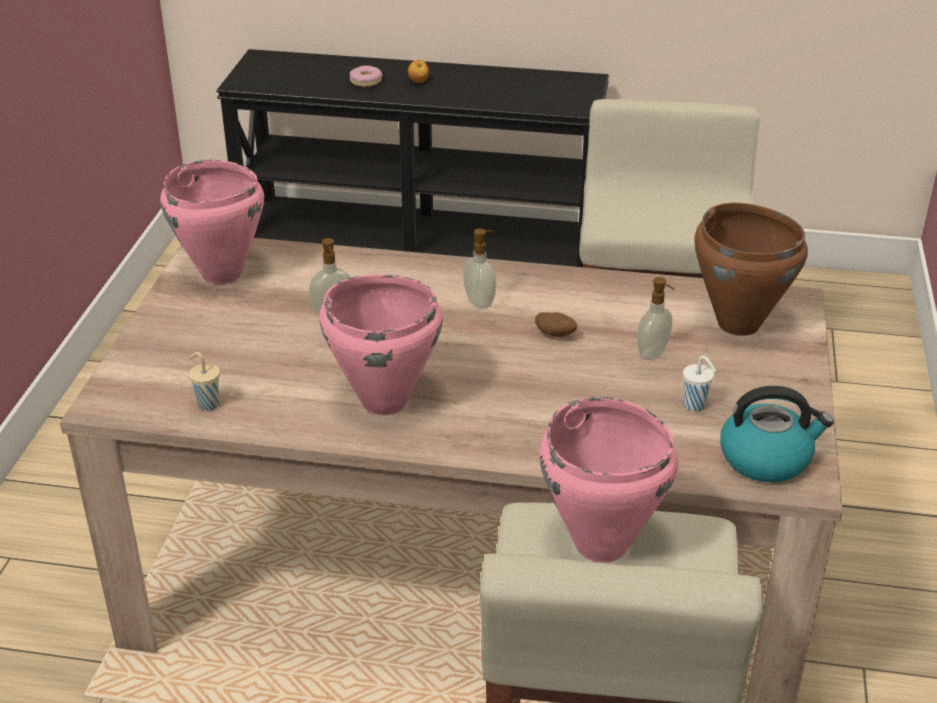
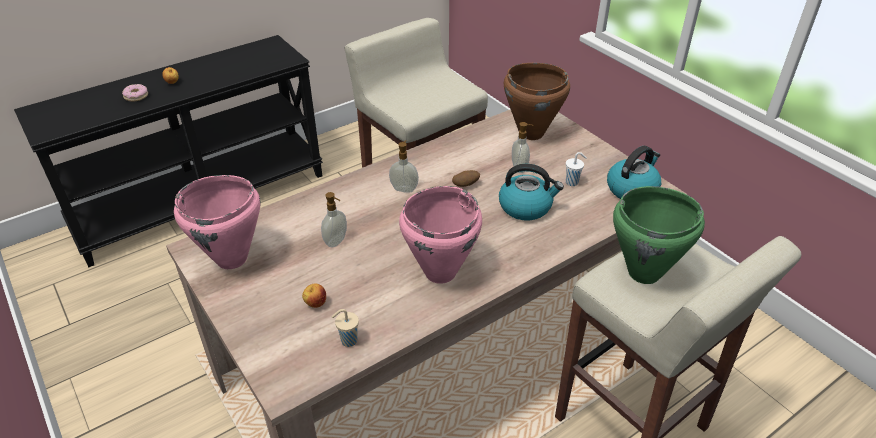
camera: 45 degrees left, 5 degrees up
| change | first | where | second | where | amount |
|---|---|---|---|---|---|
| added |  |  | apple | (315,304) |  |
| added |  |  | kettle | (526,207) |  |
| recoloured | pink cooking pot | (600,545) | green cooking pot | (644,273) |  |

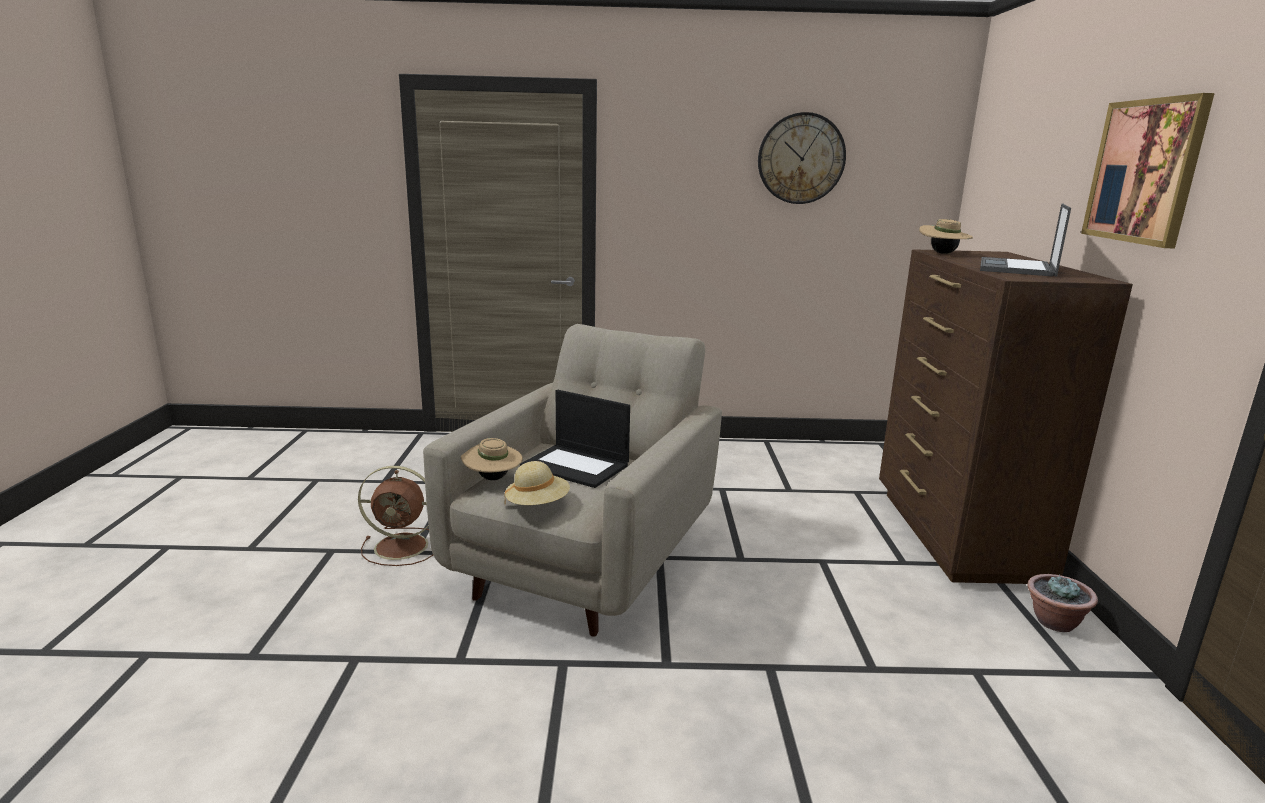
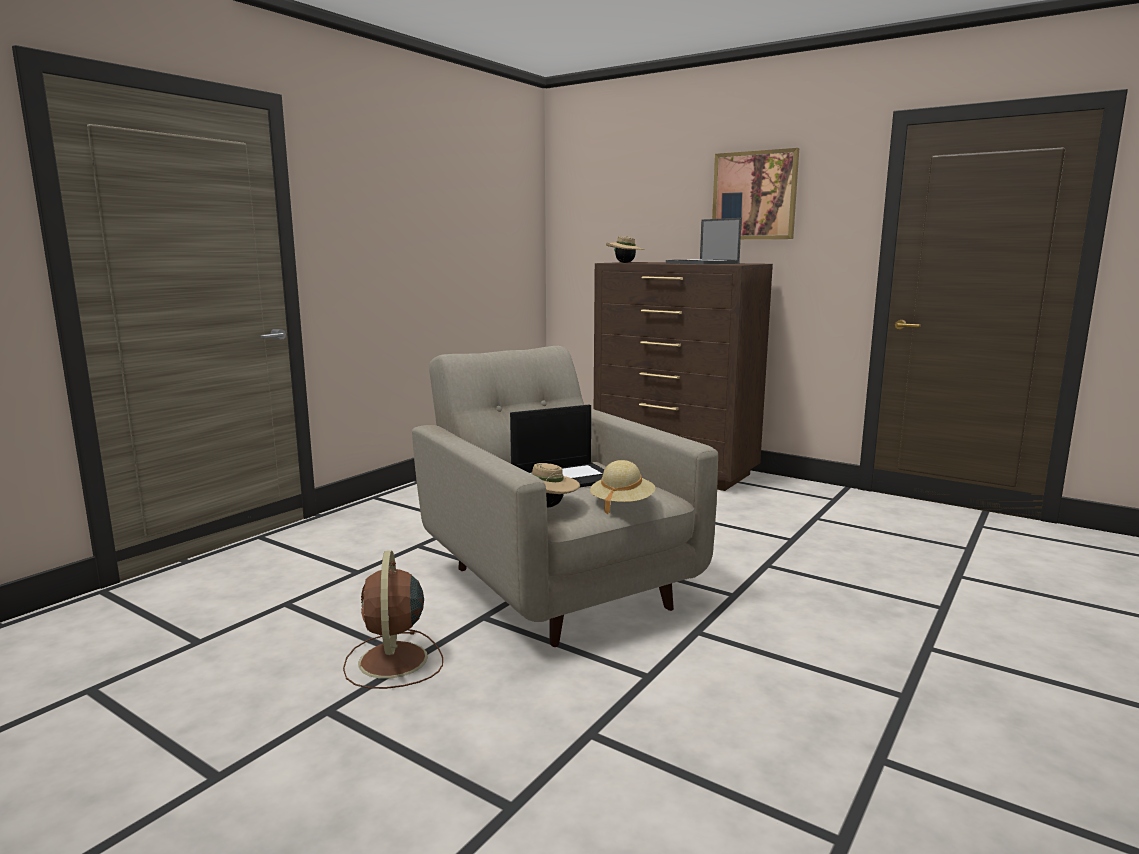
camera: 55 degrees left, 5 degrees down
| change | first | where | second | where | amount |
|---|---|---|---|---|---|
| turned | brown fan | (404,546) |  | (393,662) | 135 degrees clockwise |
| removed | wall clock | (801,158) |  |  |  |
| removed | potted plant | (1054,622) |  |  |  |

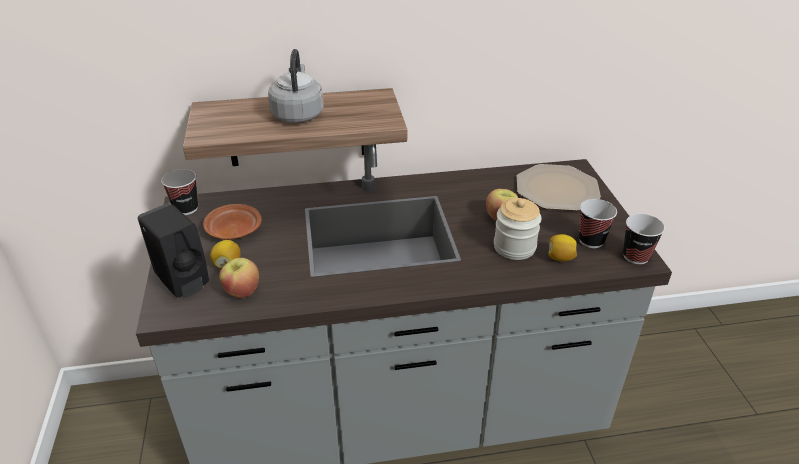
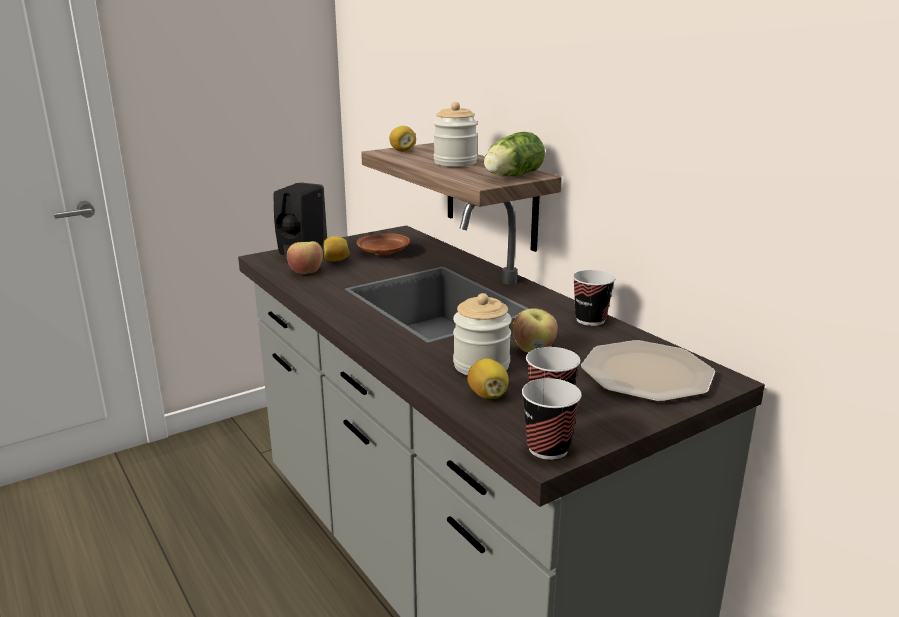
camera: 65 degrees right, 15 degrees down
| change | first | where | second | where | amount |
|---|---|---|---|---|---|
| added |  |  | lemon | (402,151) |  |
| replaced | grey kettle | (298,114) | jar | (455,162) |  |
| added |  |  | lettuce | (511,176) |  |
| moved | cup | (186,208) |  | (590,320) |  |

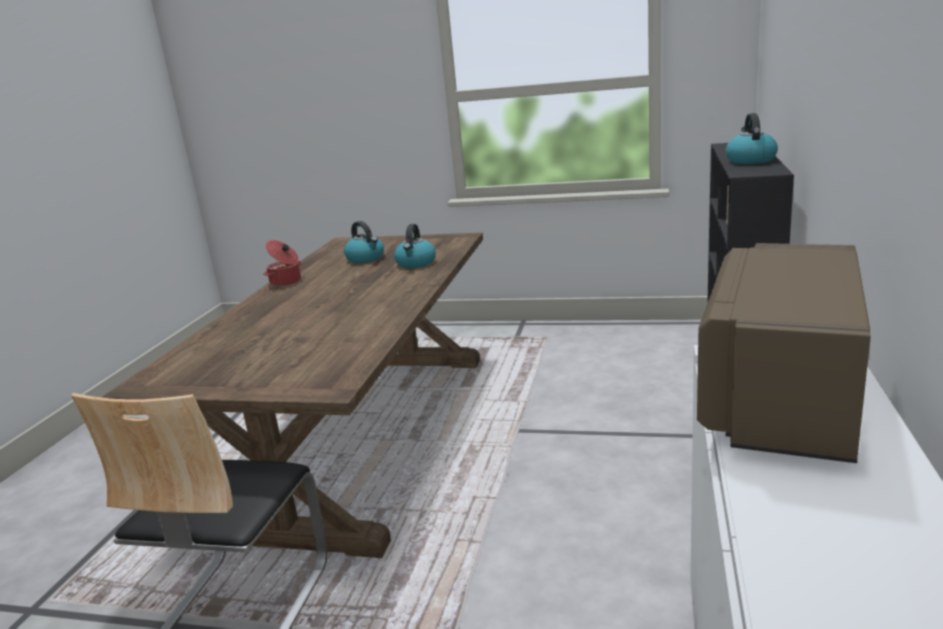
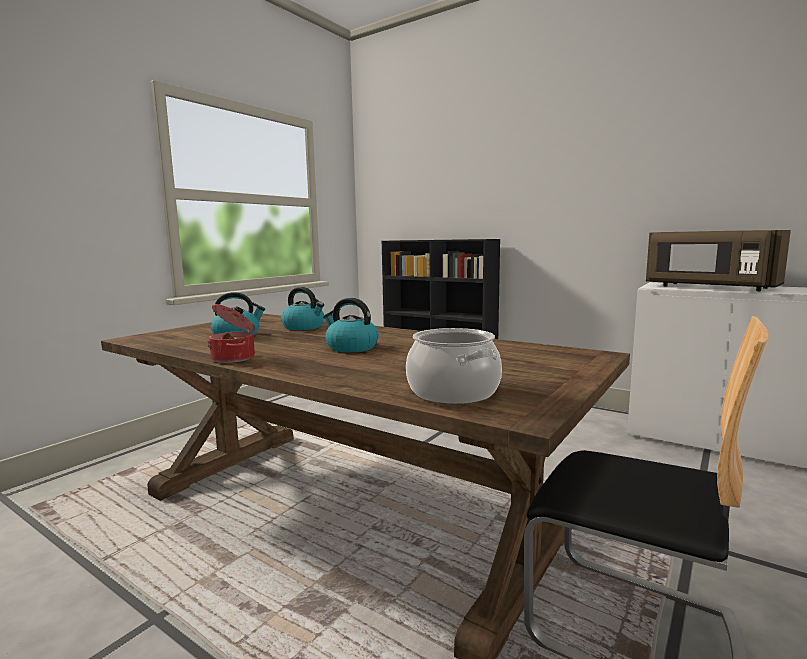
camera: 70 degrees left, 10 degrees down
| change | first | where | second | where | amount |
|---|---|---|---|---|---|
| moved | kettle | (750,160) |  | (351,347) |  |
| added |  |  | cooking pot | (452,392) |  |

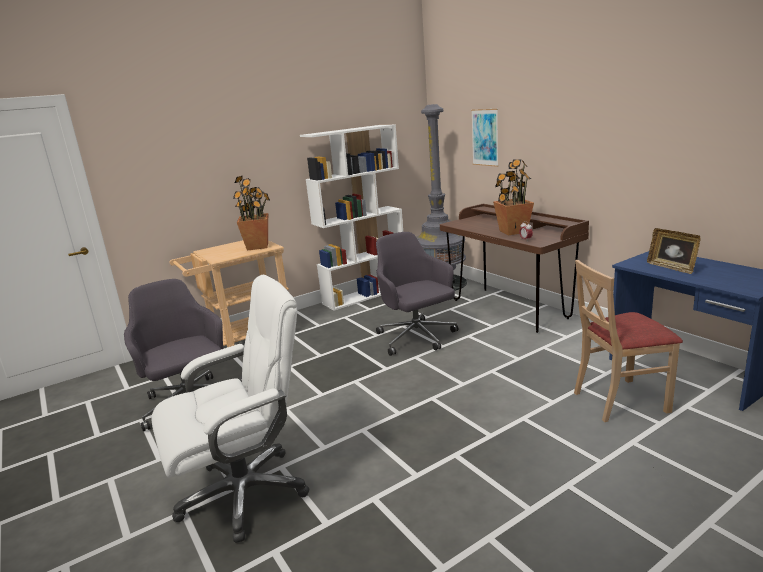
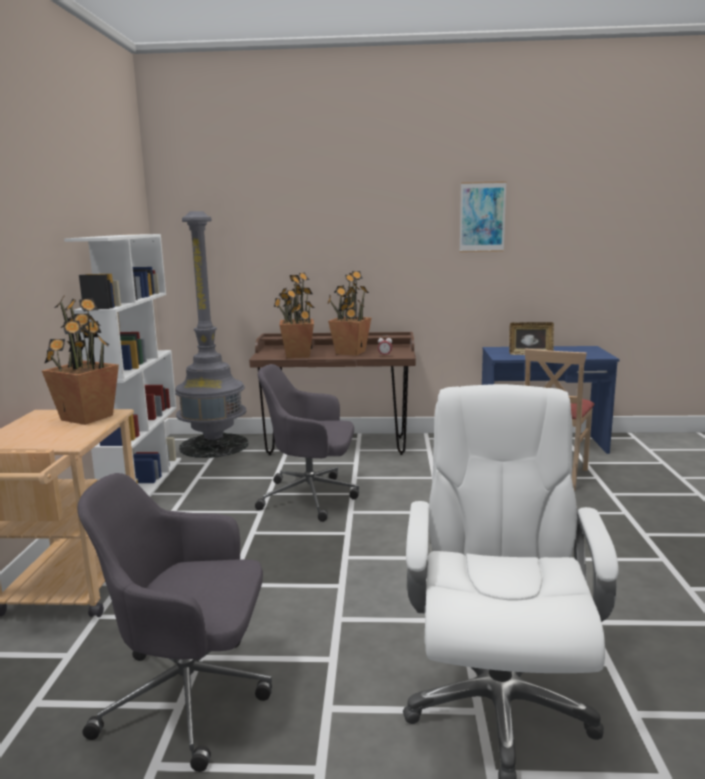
camera: 55 degrees left, 5 degrees down
| change | first | where | second | where | amount |
|---|---|---|---|---|---|
| added |  |  | potted plant | (297,355) |  |
| moved | picture | (485,137) |  | (482,217) |  |

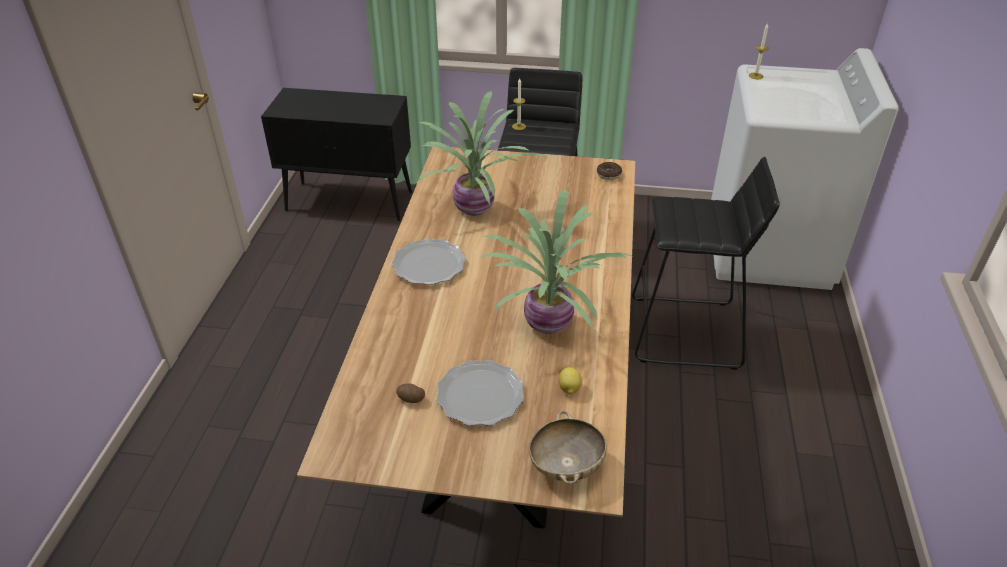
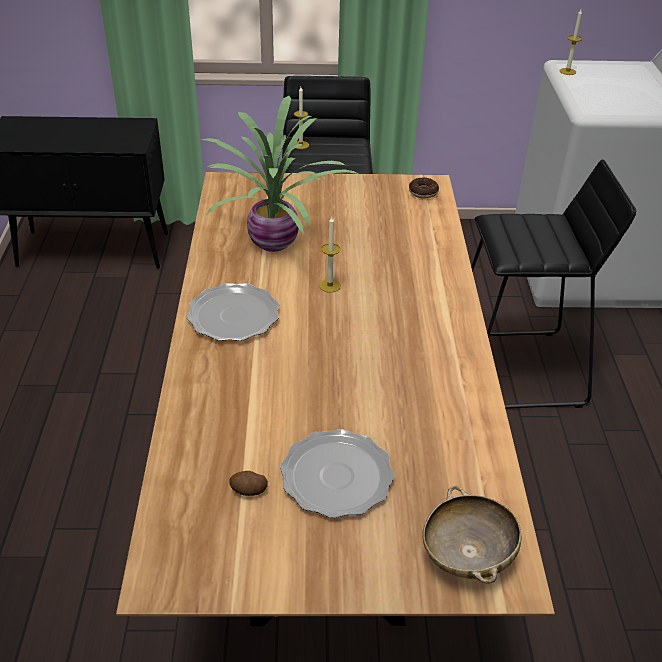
camera: 10 degrees left, 0 degrees up
| change | first | where | second | where | amount |
|---|---|---|---|---|---|
| added |  |  | candle | (330,285) |  |
| removed | potted plant | (551,324) |  |  |  |
| removed | lemon | (569,389) |  |  |  |

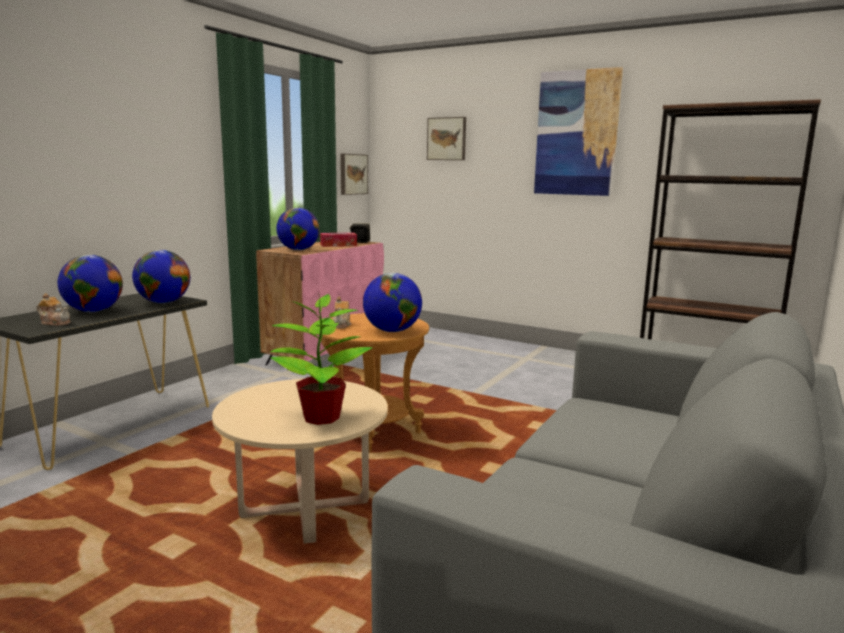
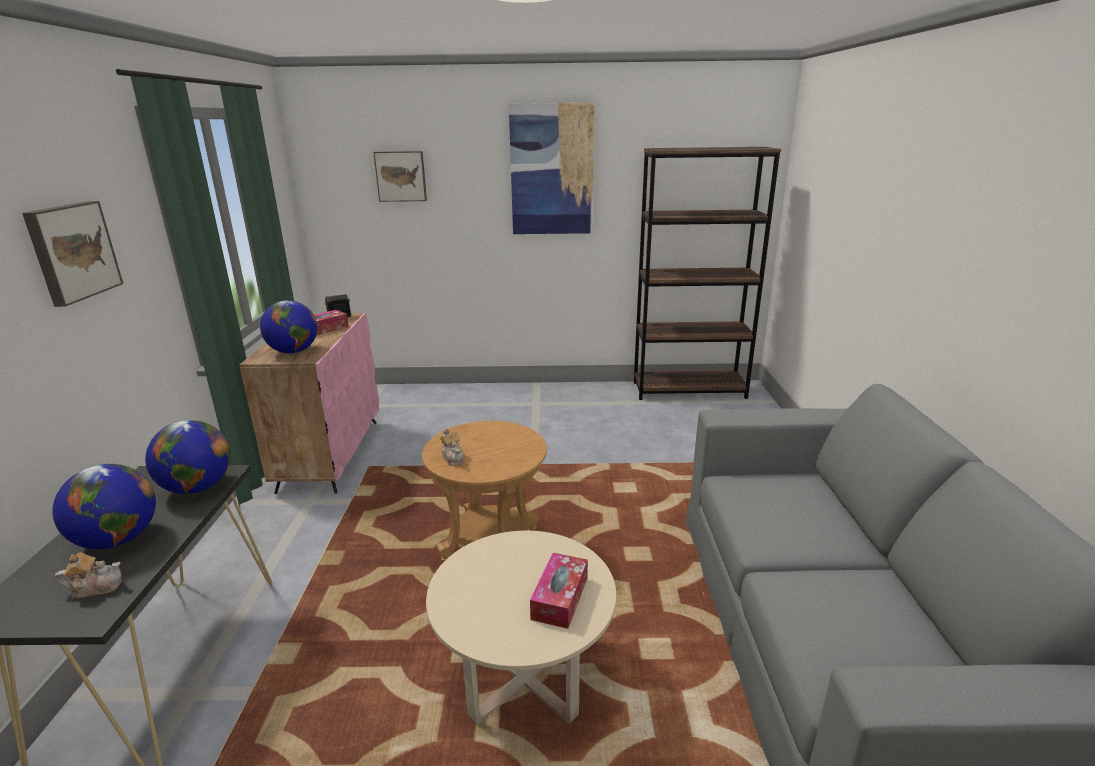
camera: 30 degrees left, 10 degrees up
| change | first | where | second | where | amount |
|---|---|---|---|---|---|
| moved | picture | (352,174) |  | (72,251) |  |
| replaced | potted plant | (320,418) | tissue box | (560,598) |  |
| removed | globe | (392,331) |  |  |  |

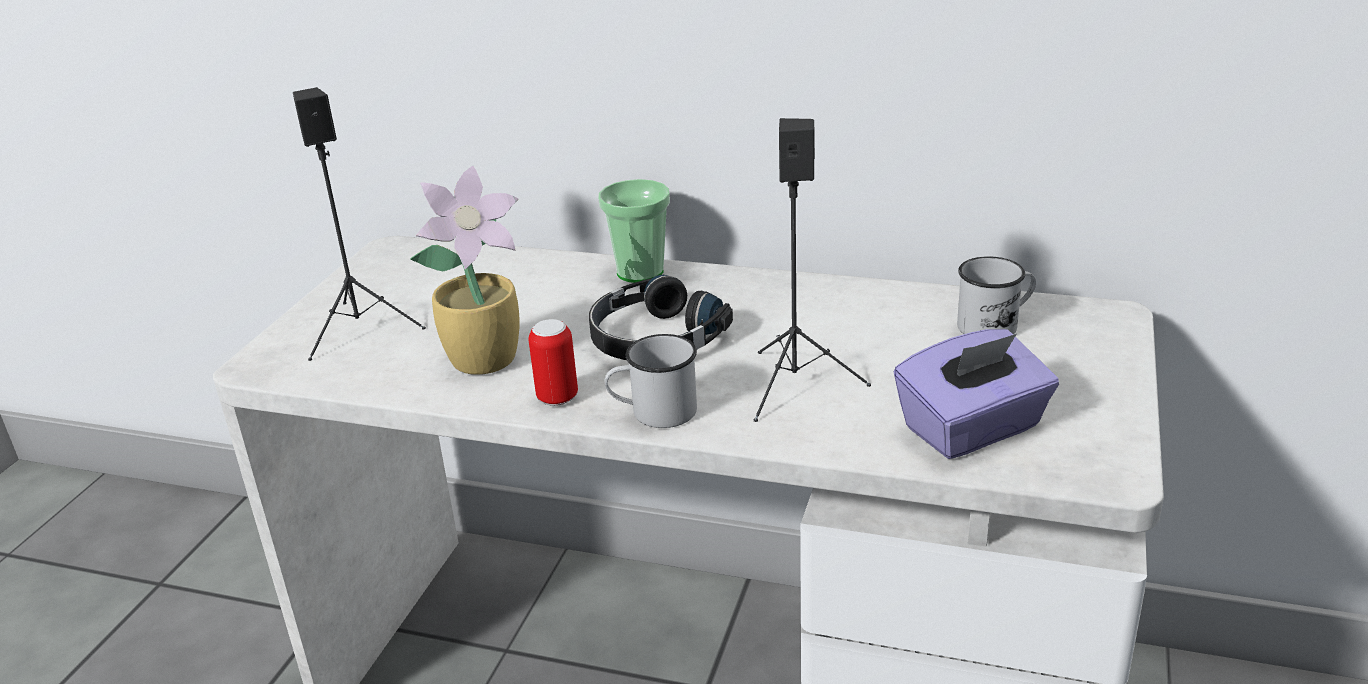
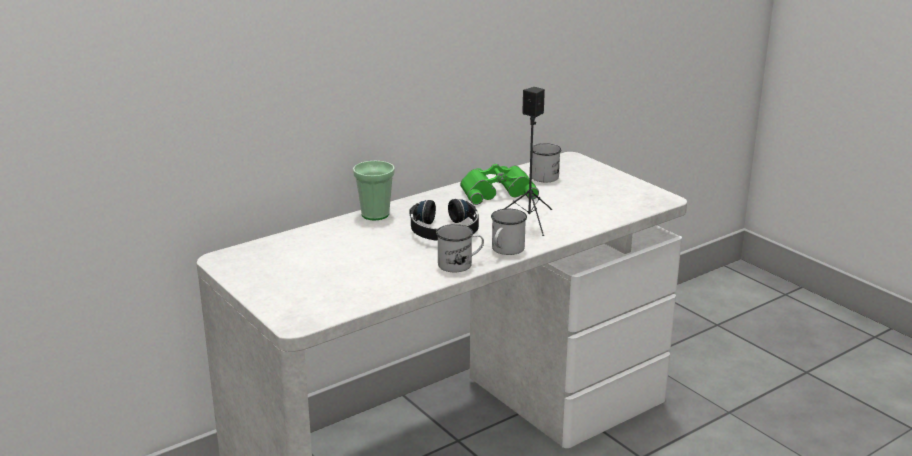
camera: 55 degrees left, 5 degrees down
| change | first | where | second | where | amount |
|---|---|---|---|---|---|
| replaced | can | (557,397) | white mug | (460,264) |  |
| added |  |  | green binoculars | (497,191) |  |
| removed | black speaker | (361,329) |  |  |  |
| removed | potted plant | (488,359) |  |  |  |
| removed | purple tissue box | (973,429) |  |  |  |

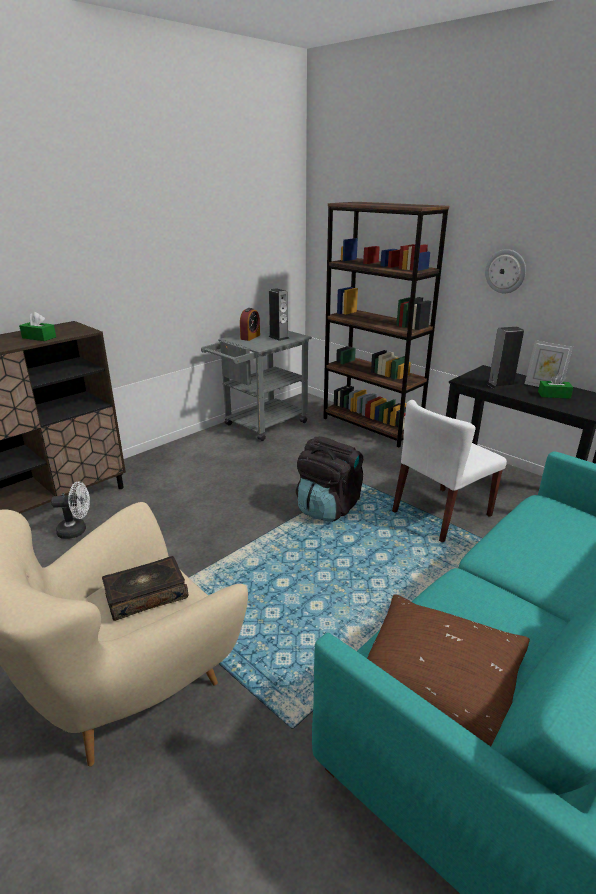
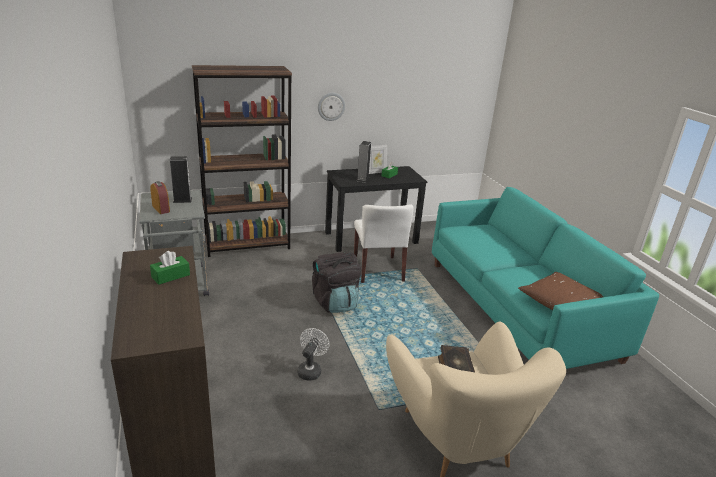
camera: 65 degrees left, 0 degrees up
| change | first | where | second | where | amount |
|---|---|---|---|---|---|
| moved | white fan | (77,530) |  | (310,370) |  |

